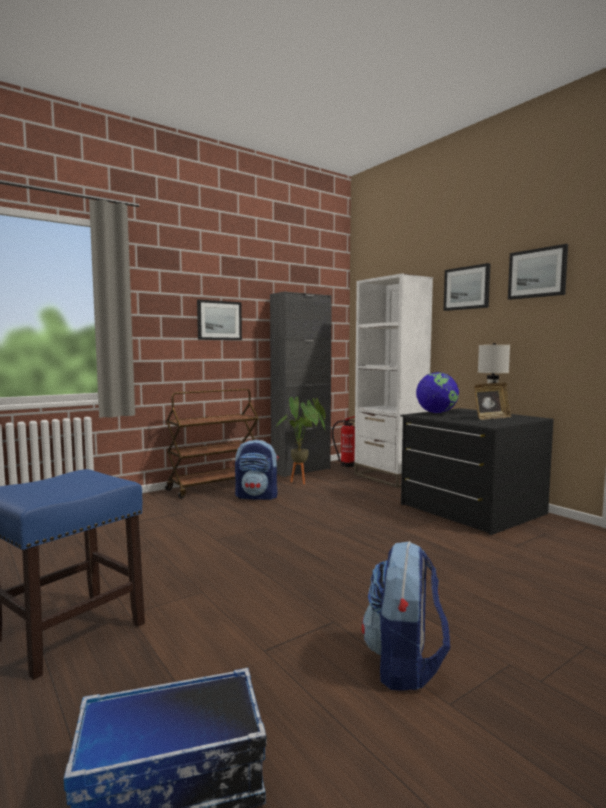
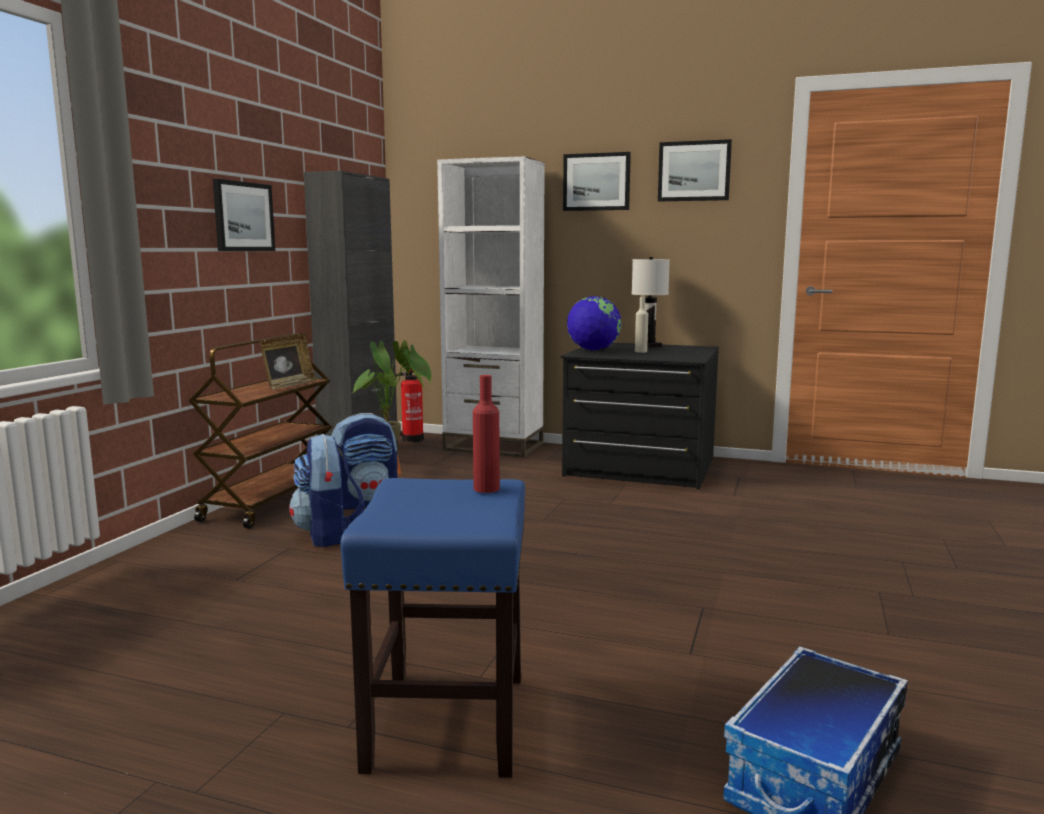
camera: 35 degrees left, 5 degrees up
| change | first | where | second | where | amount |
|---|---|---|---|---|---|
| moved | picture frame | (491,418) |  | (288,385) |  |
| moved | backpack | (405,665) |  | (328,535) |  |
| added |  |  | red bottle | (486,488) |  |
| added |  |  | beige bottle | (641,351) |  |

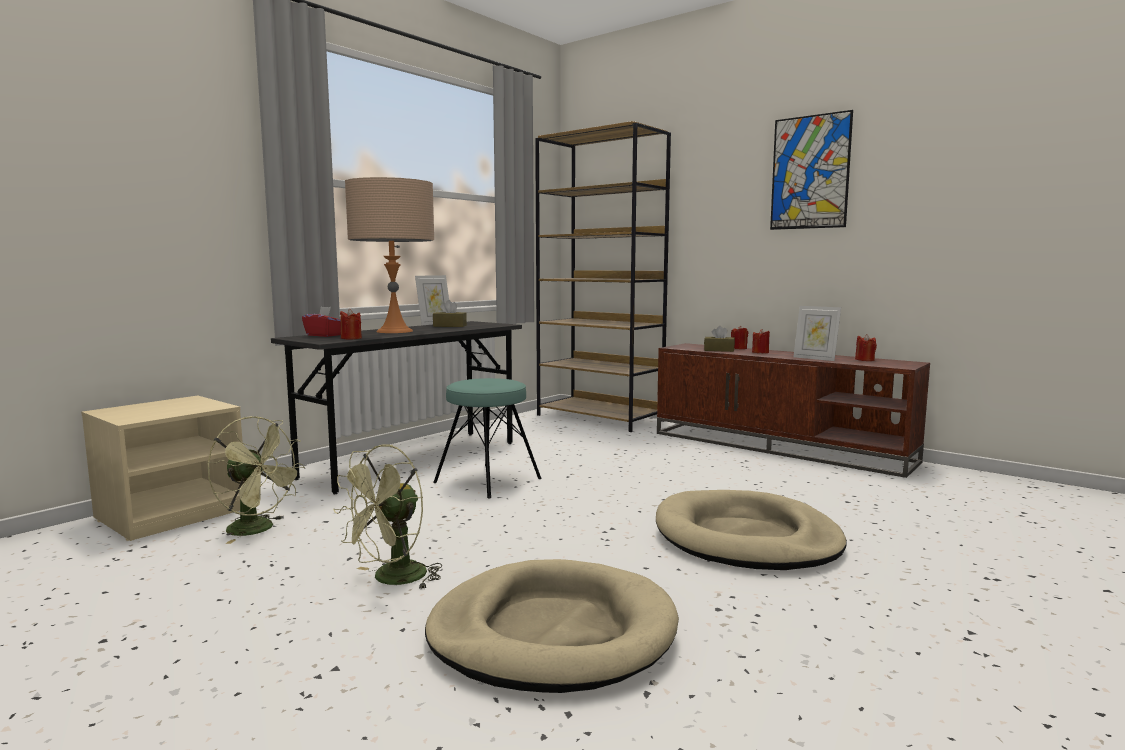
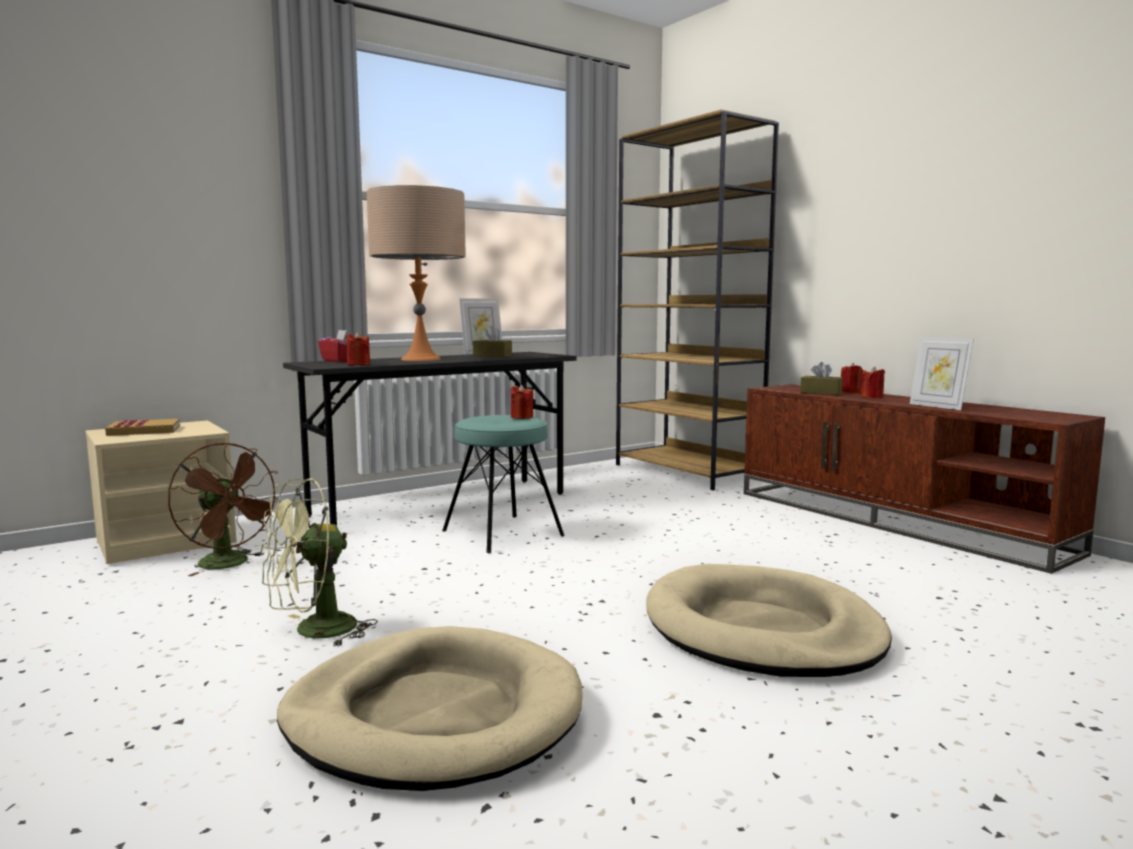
camera: 15 degrees right, 0 degrees up
| change | first | where | second | where | amount |
|---|---|---|---|---|---|
| added |  |  | book | (144,430) |  |
| recoloured | green fan | (259,530) | brown fan | (230,565) |  |
| moved | red candle | (864,360) |  | (522,417) |  |
| removed | picture | (810,172) |  |  |  |

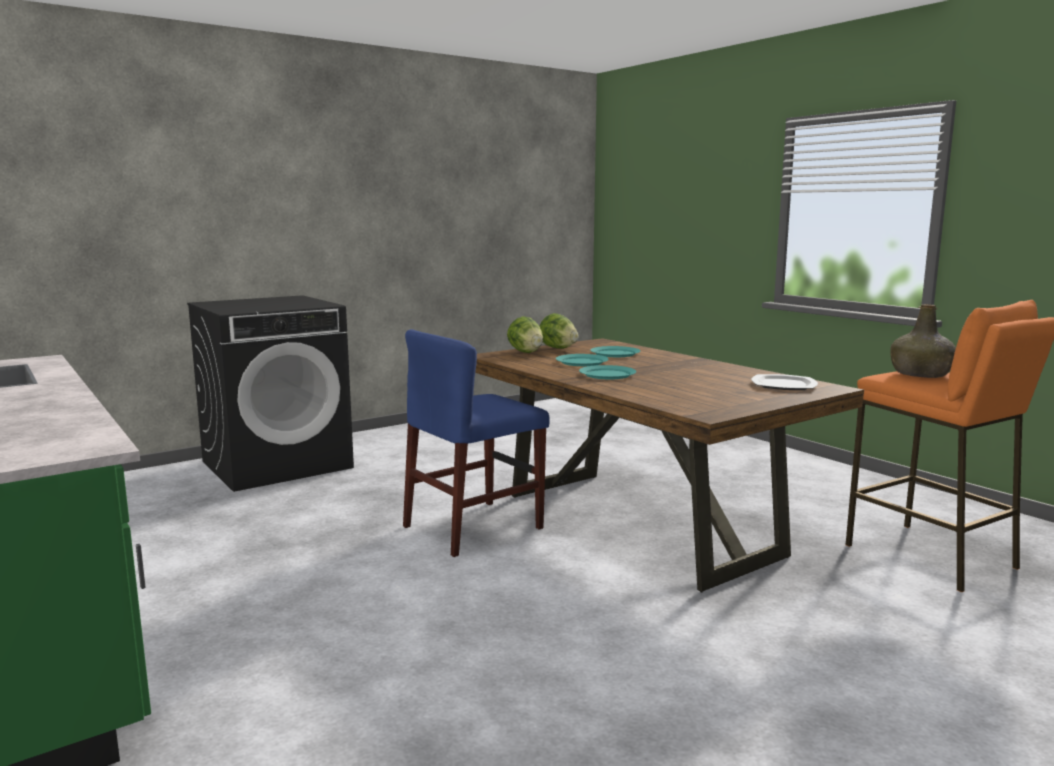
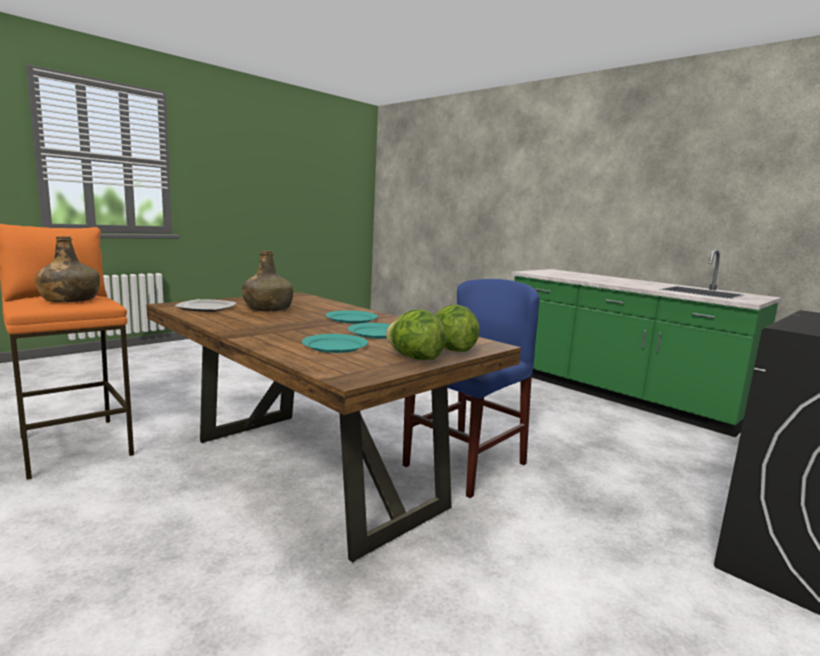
camera: 170 degrees right, 0 degrees up
| change | first | where | second | where | amount |
|---|---|---|---|---|---|
| added |  |  | green bottle | (268,309) |  |

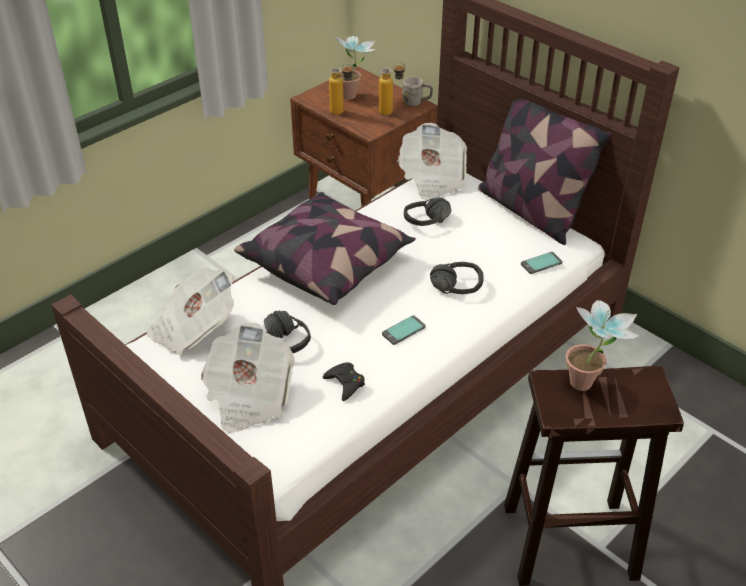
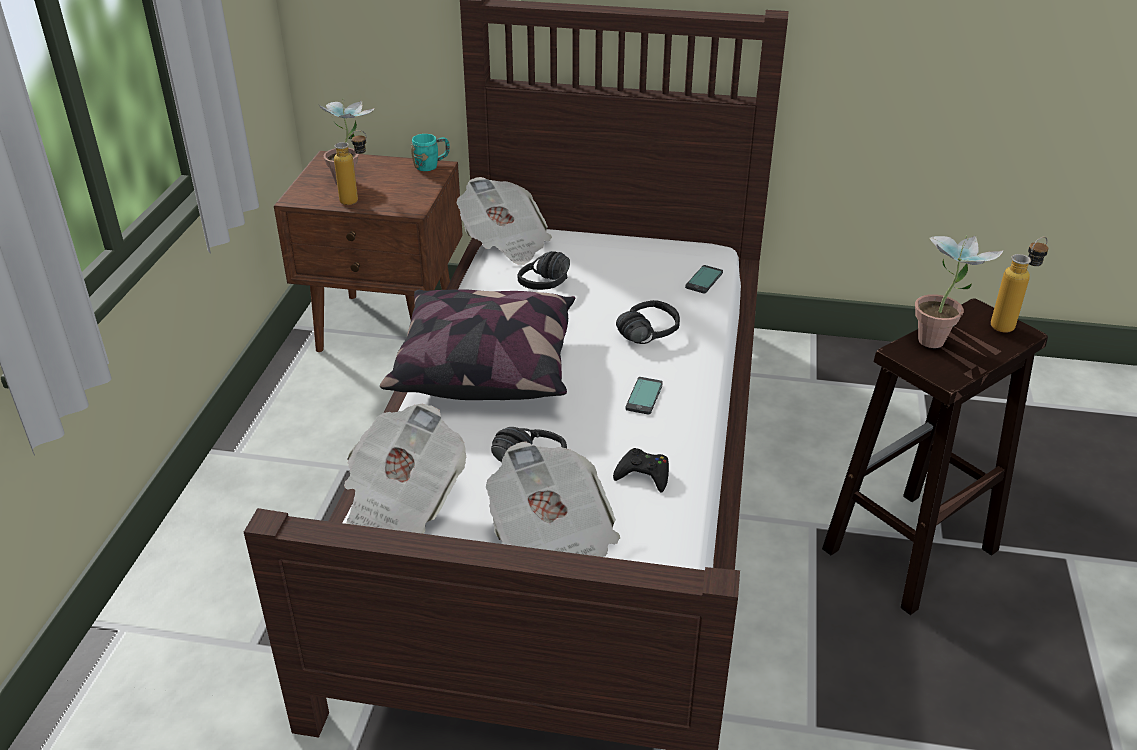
camera: 35 degrees left, 5 degrees down
| change | first | where | second | where | amount |
|---|---|---|---|---|---|
| recoloured | grey mug | (416,102) | turquoise mug | (431,165) |  |
| moved | bottle | (391,112) |  | (1009,324) |  |
| removed | pillow | (530,211) |  |  |  |

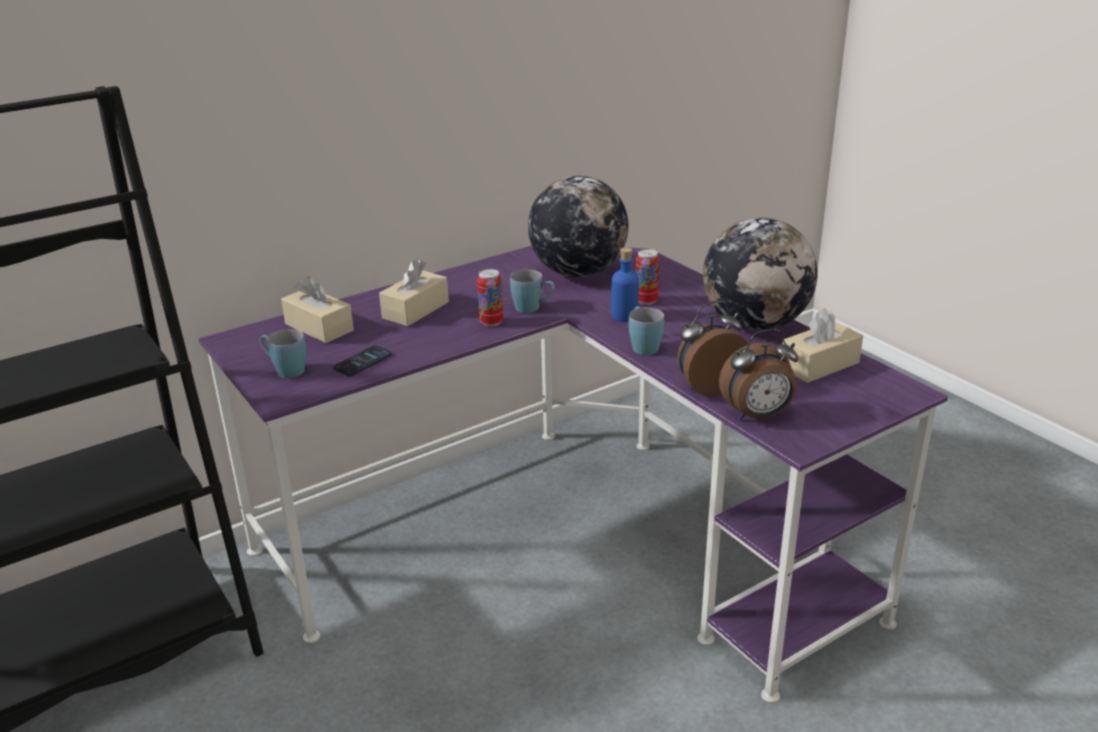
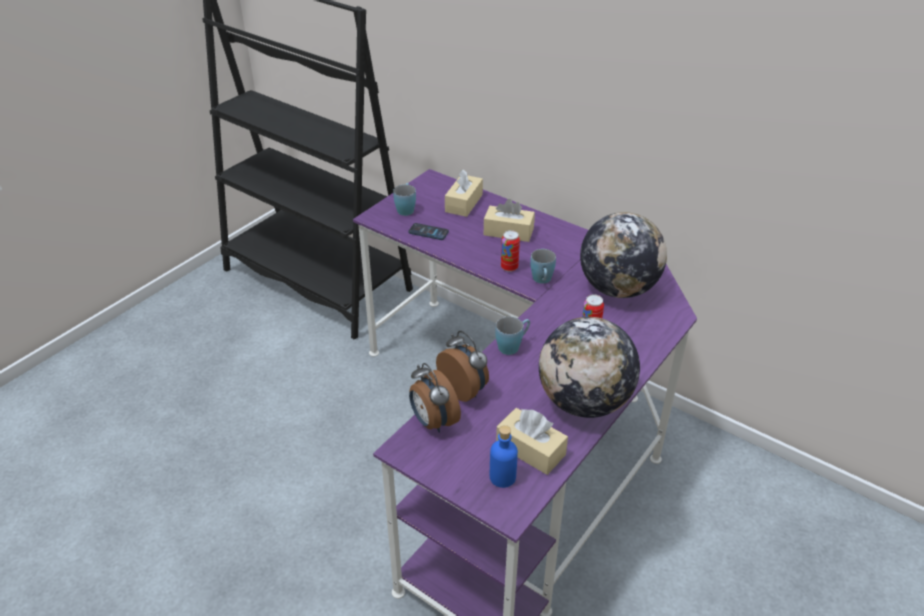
camera: 70 degrees right, 10 degrees up
| change | first | where | second | where | amount |
|---|---|---|---|---|---|
| moved | blue bottle | (624,316) |  | (502,477) |  |

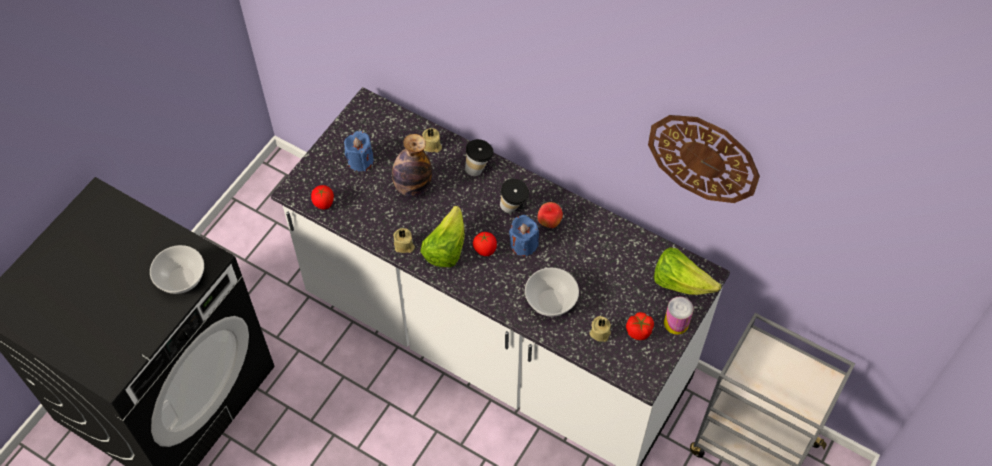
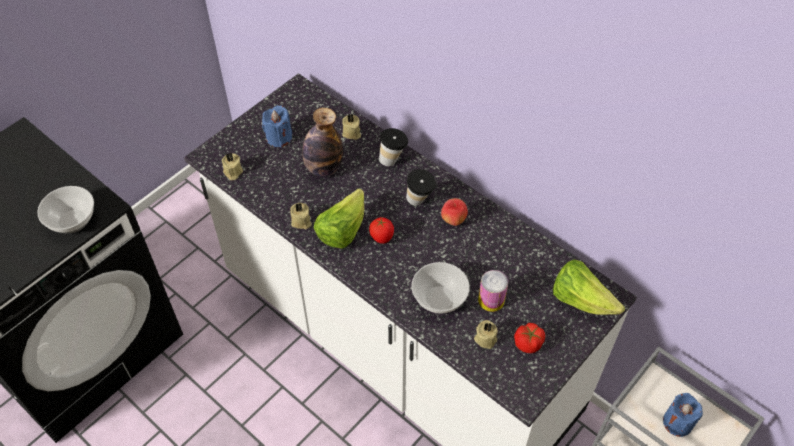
camera: 10 degrees right, 5 degrees down
| change | first | where | second | where | amount |
|---|---|---|---|---|---|
| replaced | tomato | (323,204) | beige candle | (232,172) |  |
| moved | can | (676,323) |  | (491,300) |  |
| moved | blue candle | (523,244) |  | (677,422) |  |
| removed | wall clock | (703,157) |  |  |  |

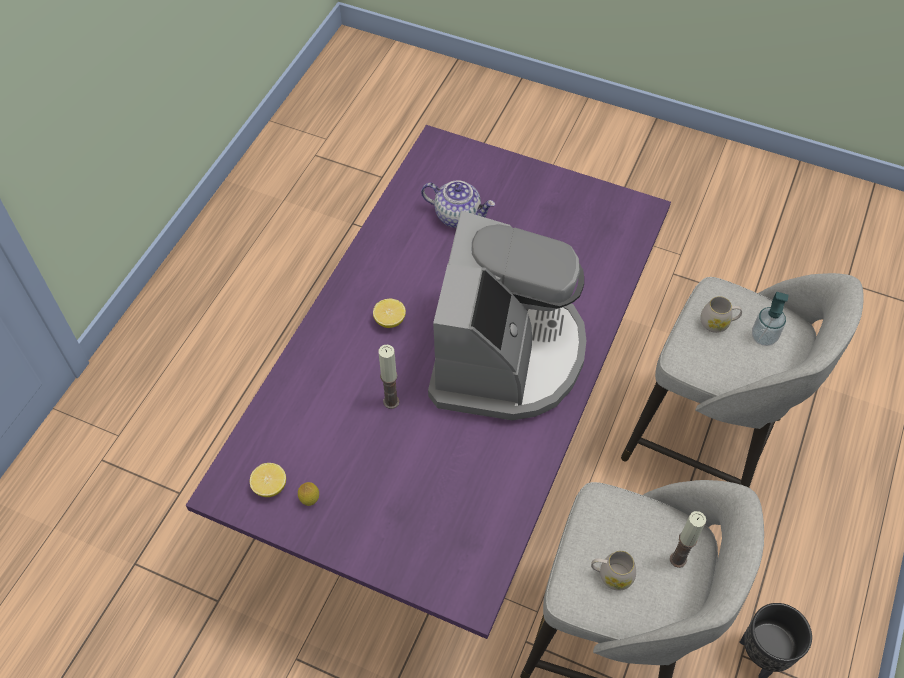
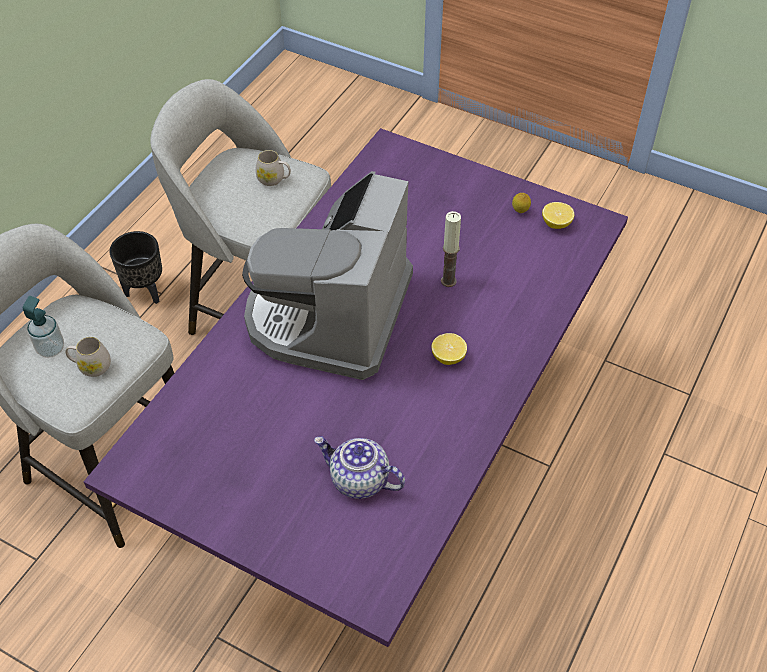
camera: 175 degrees left, 5 degrees down
| change | first | where | second | where | amount |
|---|---|---|---|---|---|
| removed | candle | (678,559) |  |  |  |

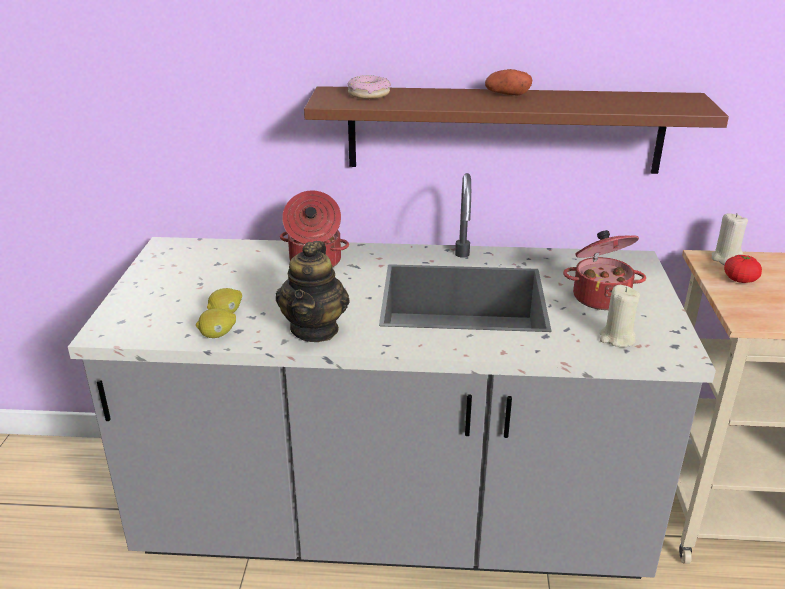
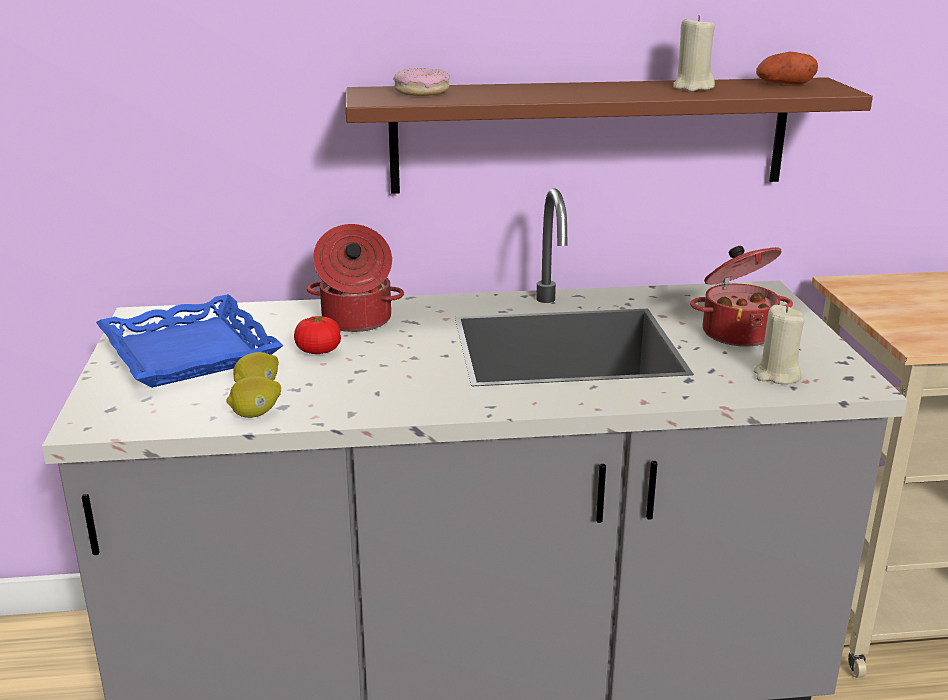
camera: 10 degrees left, 5 degrees down
| change | first | where | second | where | amount |
|---|---|---|---|---|---|
| added |  |  | blue tray | (191,352) |  |
| moved | tomato | (740,280) |  | (318,351) |  |
| moved | beige candle | (726,259) |  | (692,87) |  |
| moved | potato | (507,94) |  | (784,84) |  |
| removed | teapot | (315,329) |  |  |  |

